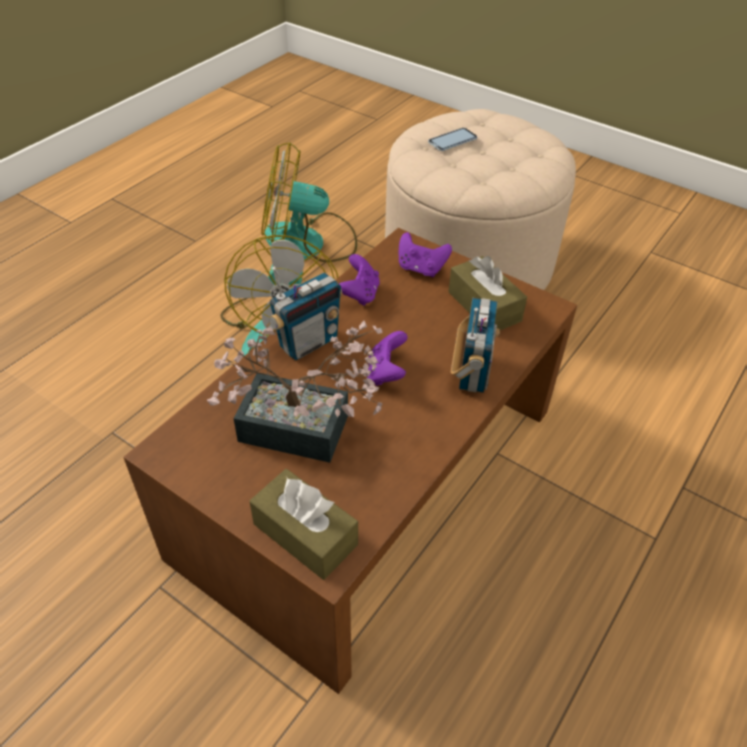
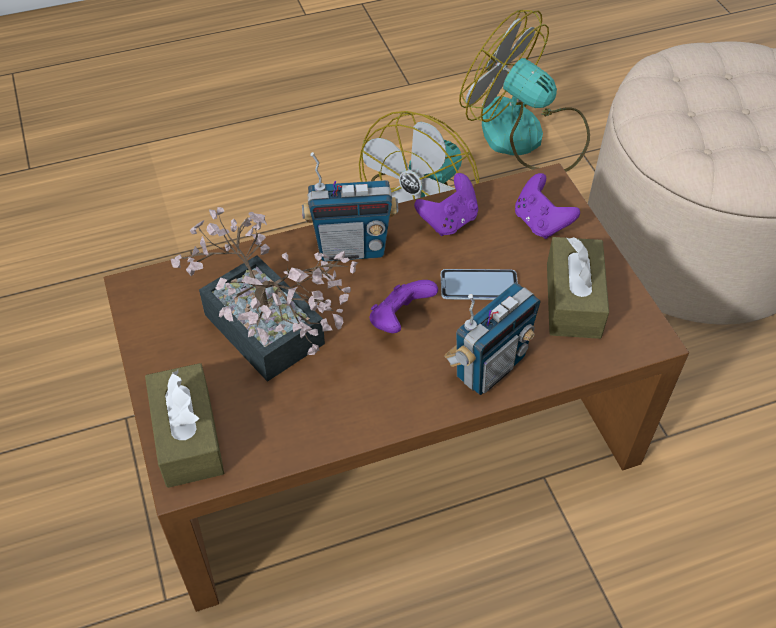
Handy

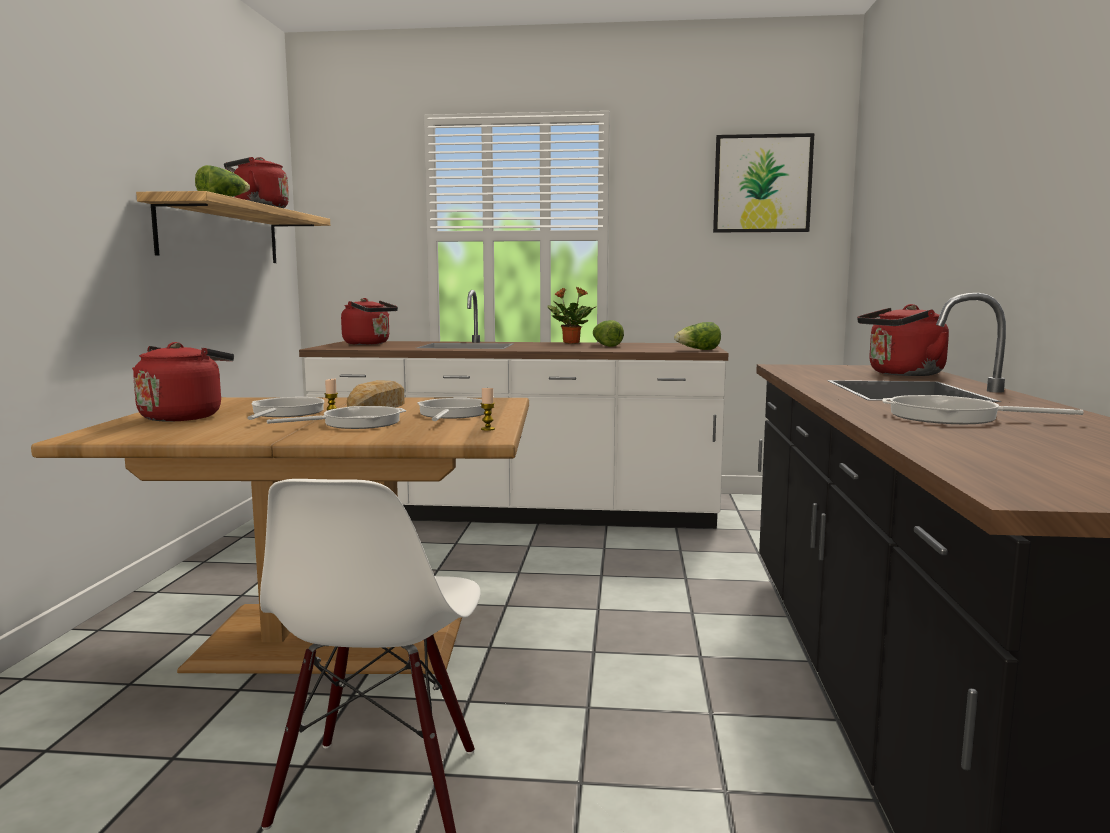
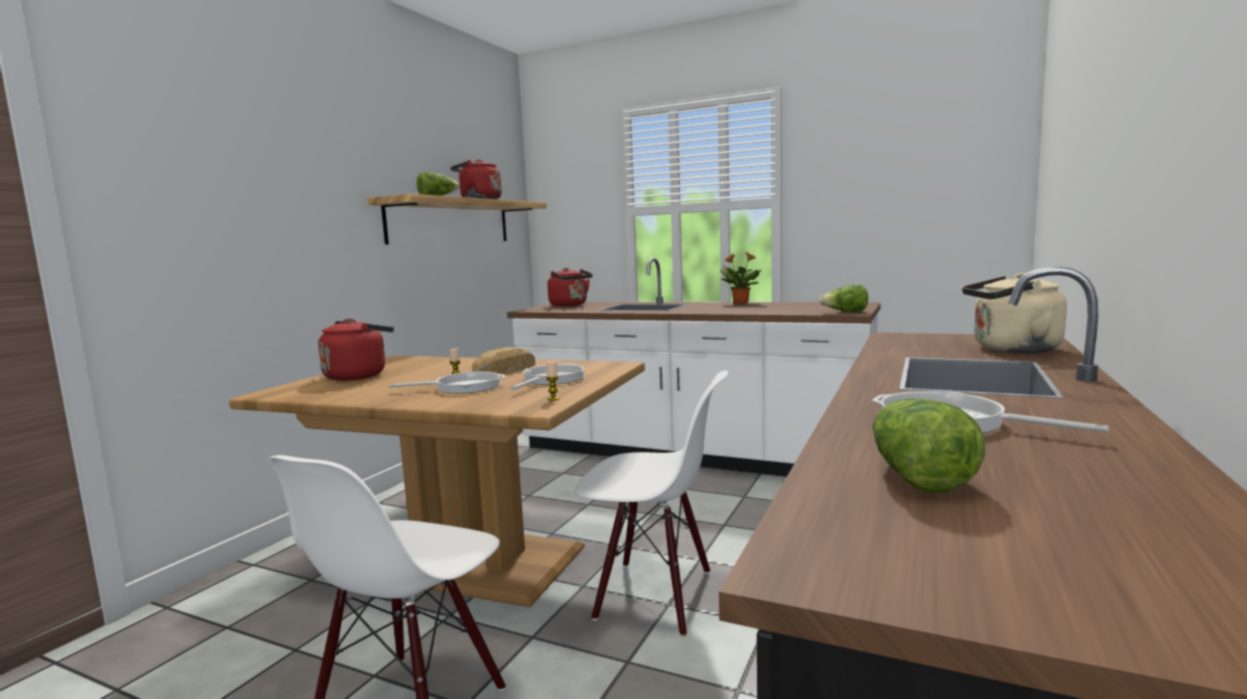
Pfanne (no. 1 from left in the first image)
Salatkopf (no. 3 from left)
Bild
Wasserkessel (beige)
Stuhl (weiß) (no. 2 from left)

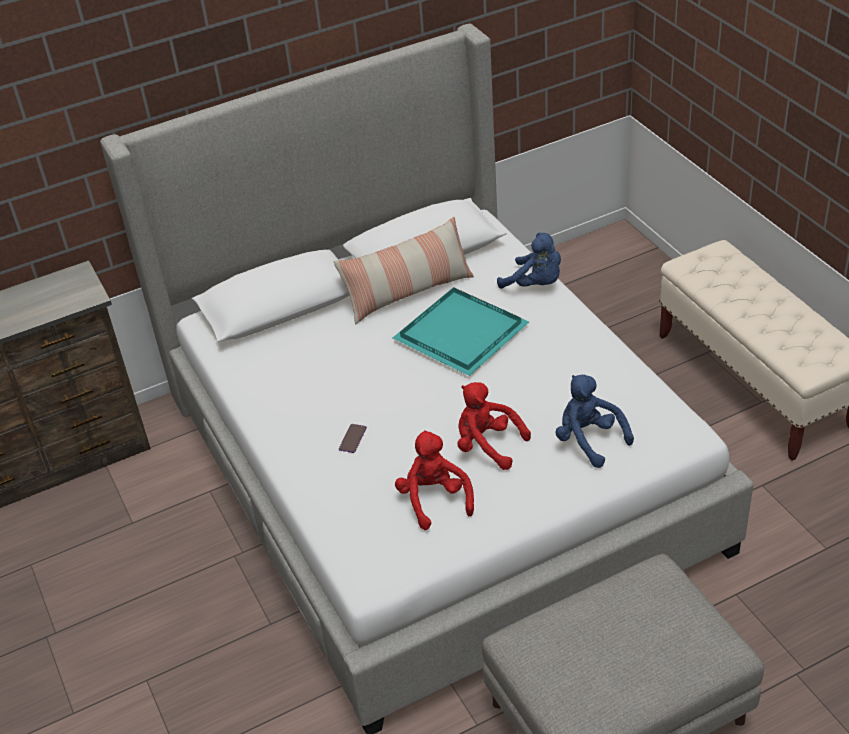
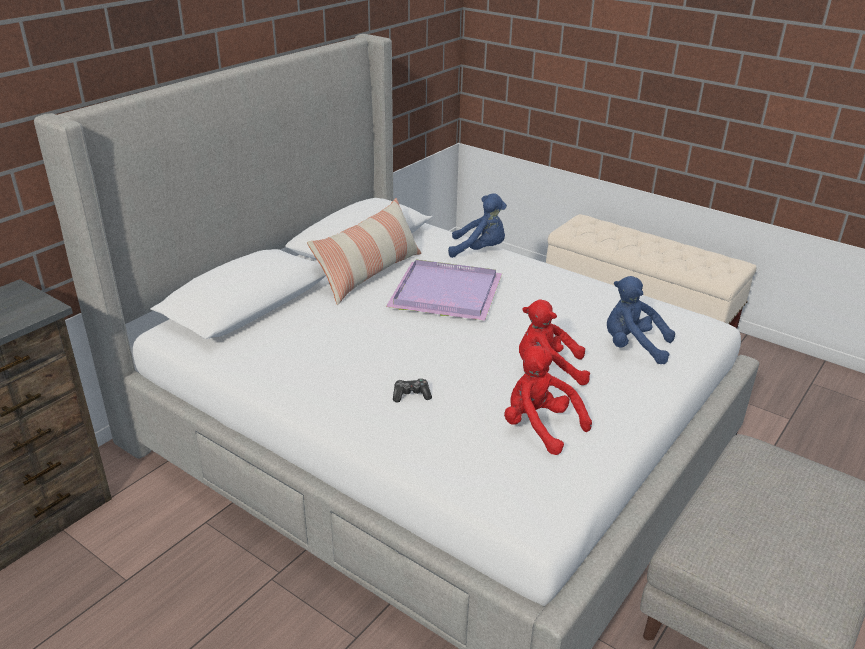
Gamepad
Tablett (lila)

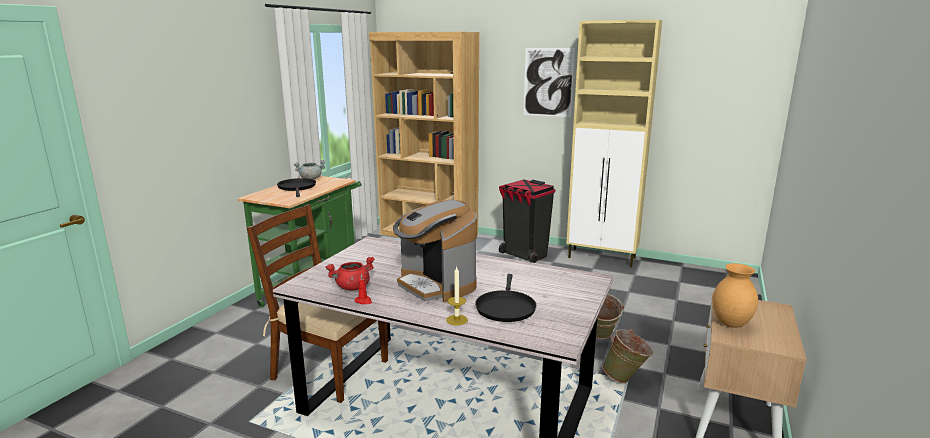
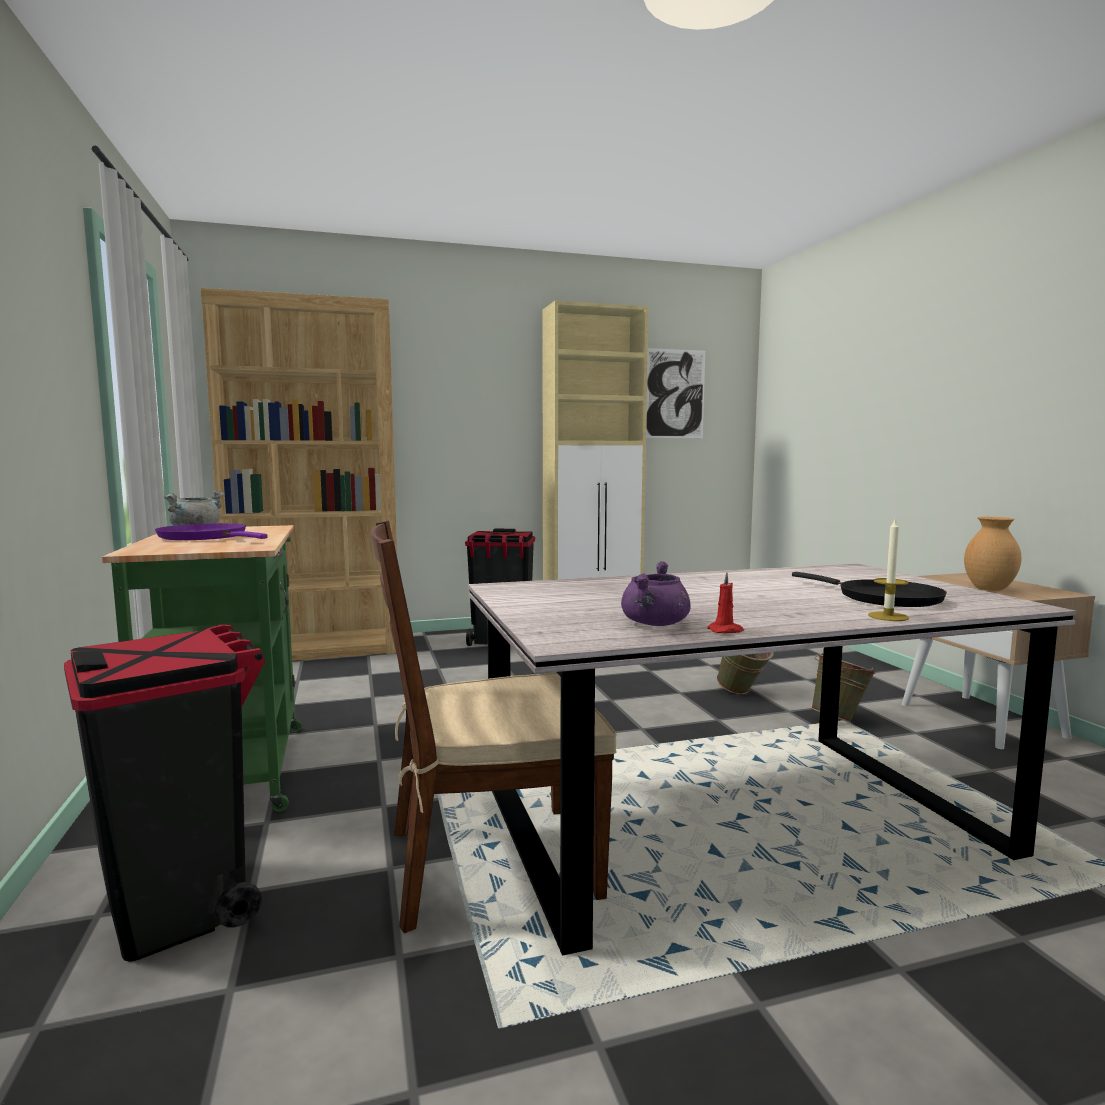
Pfanne (lila)
Kochtopf (lila)
Kaffeemaschine
Bild
Mülleimer (schwarz) (no. 1 from left)

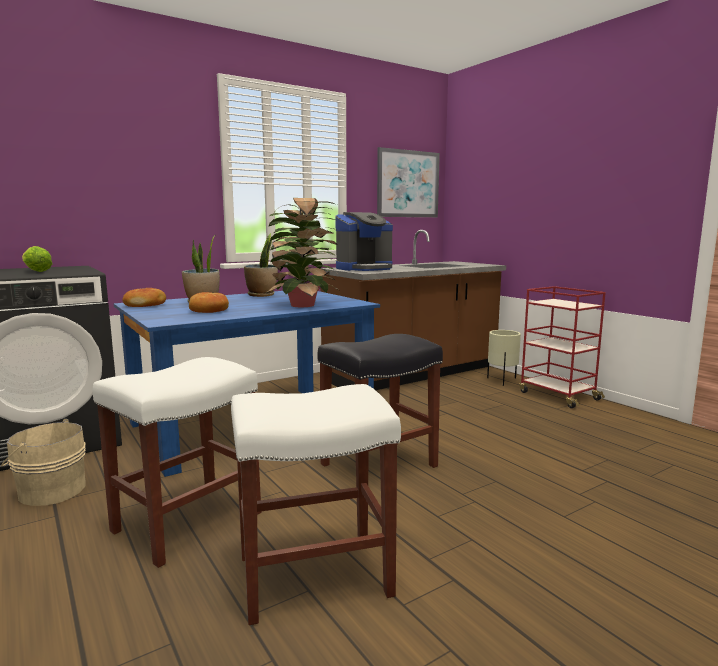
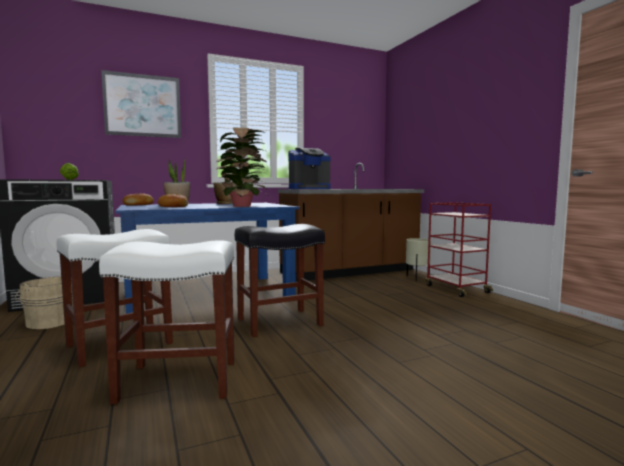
Bild

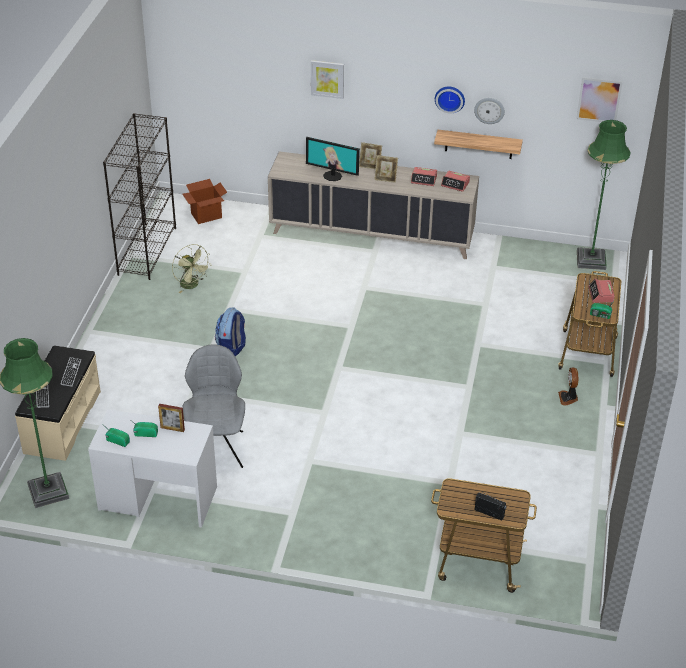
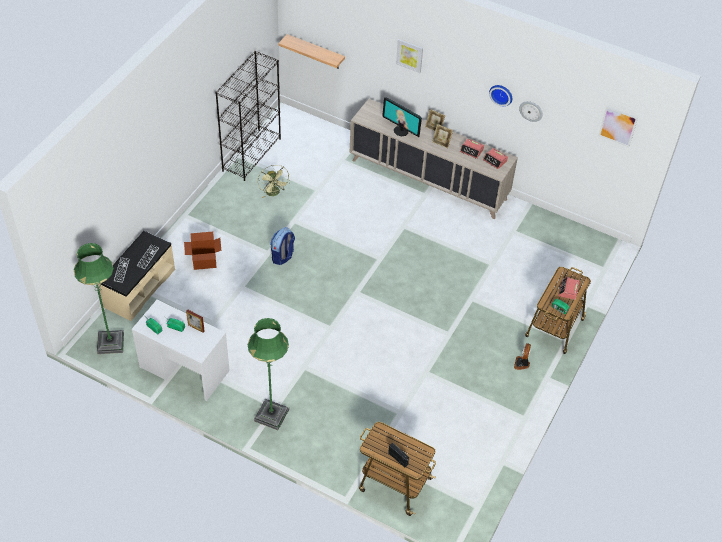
Karton
Stuhl (grau)
Wandregal
Stehlampe (grün) (no. 2 from left)

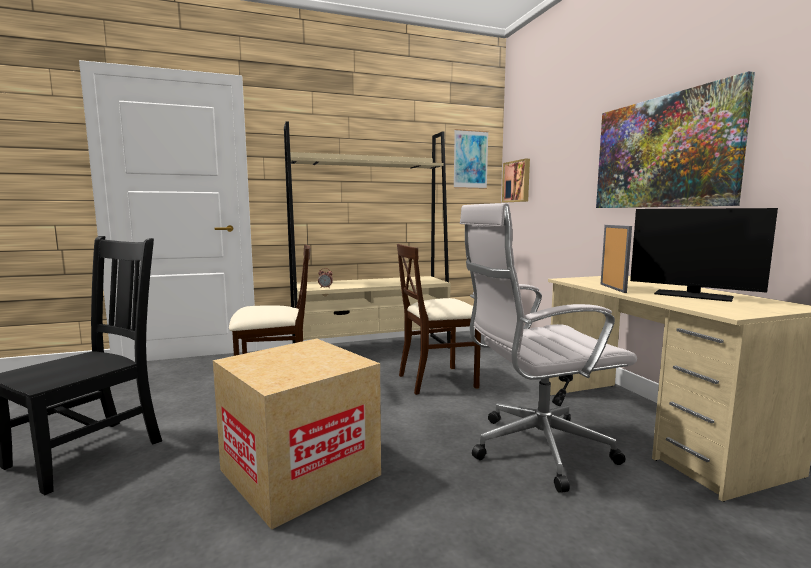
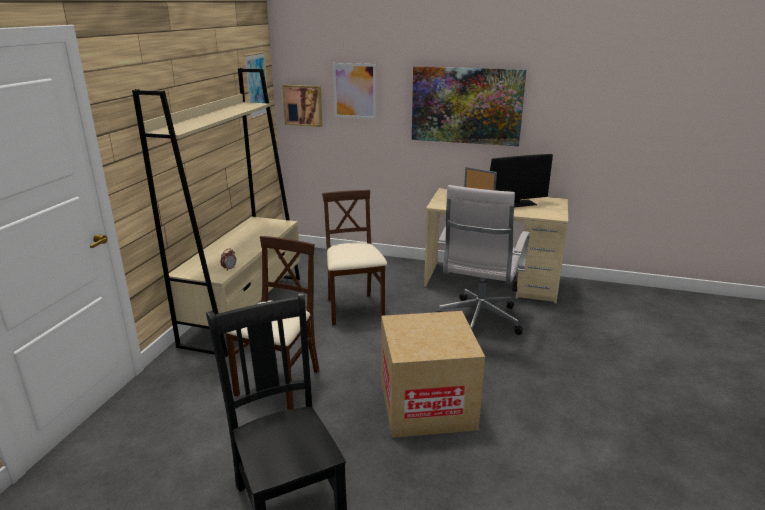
Stuhl (beige) (no. 2 from left)
Bild (no. 3 from left)

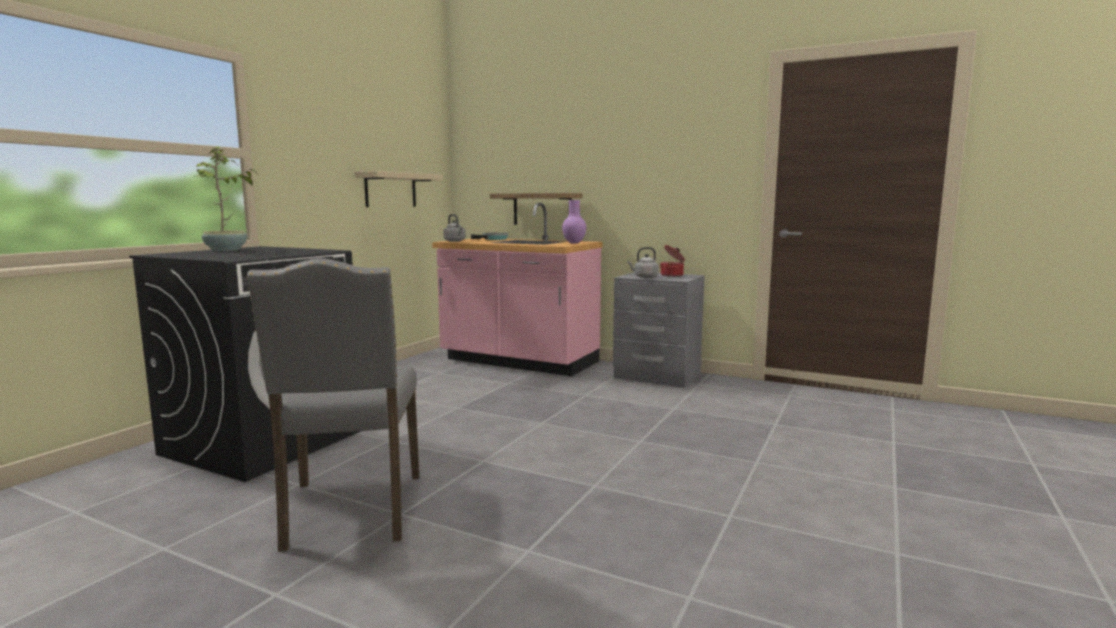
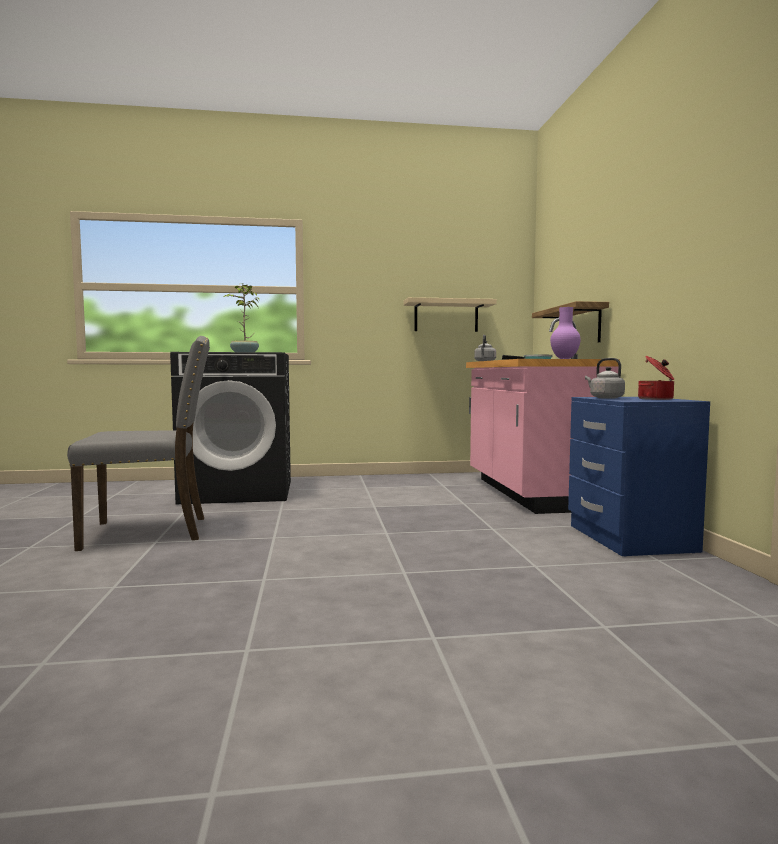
Stuhl (grau)
Nachttisch (blau)

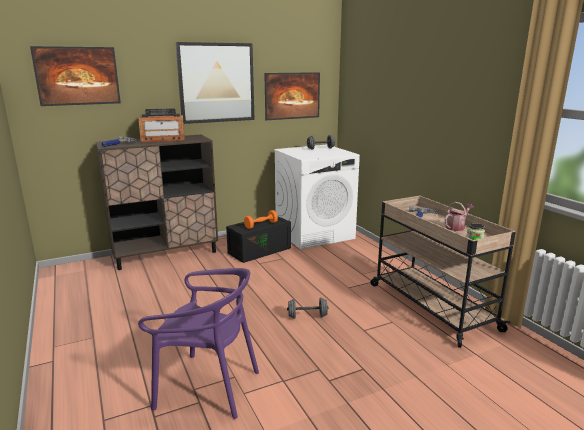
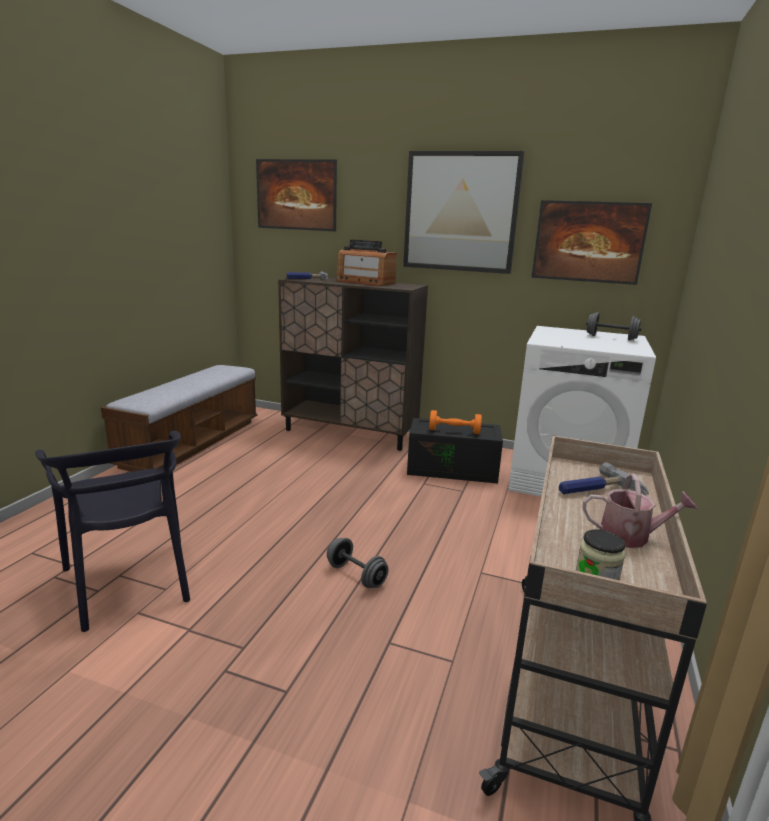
Stuhl (schwarz)
Bank

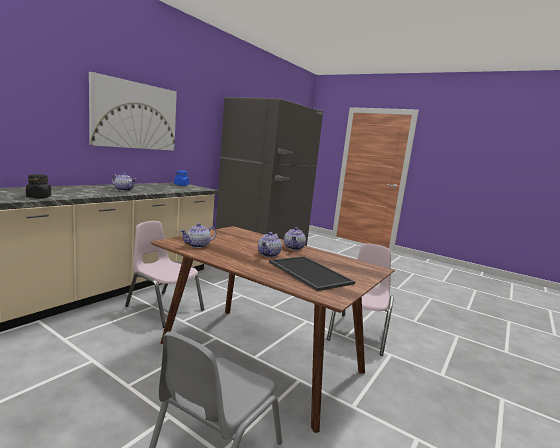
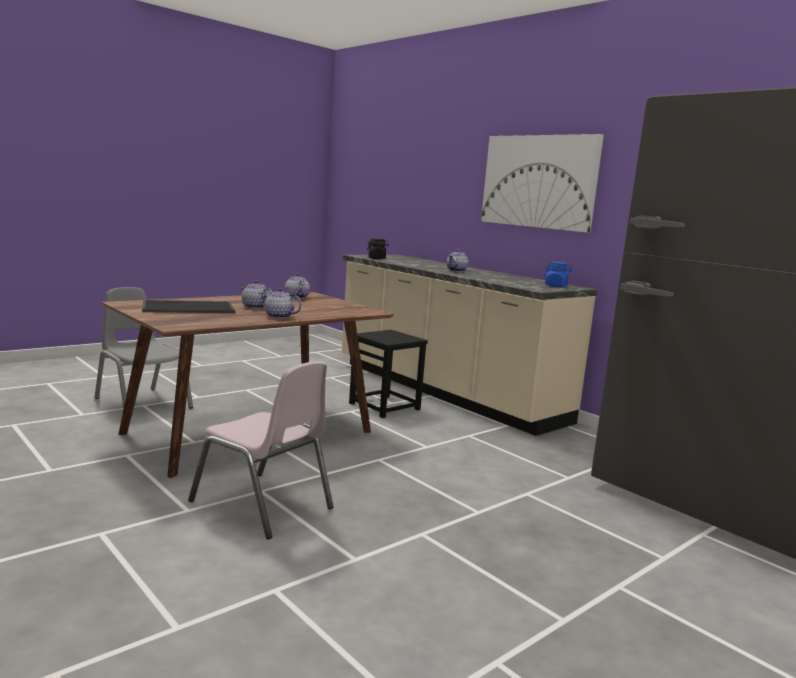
Hocker (schwarz)

